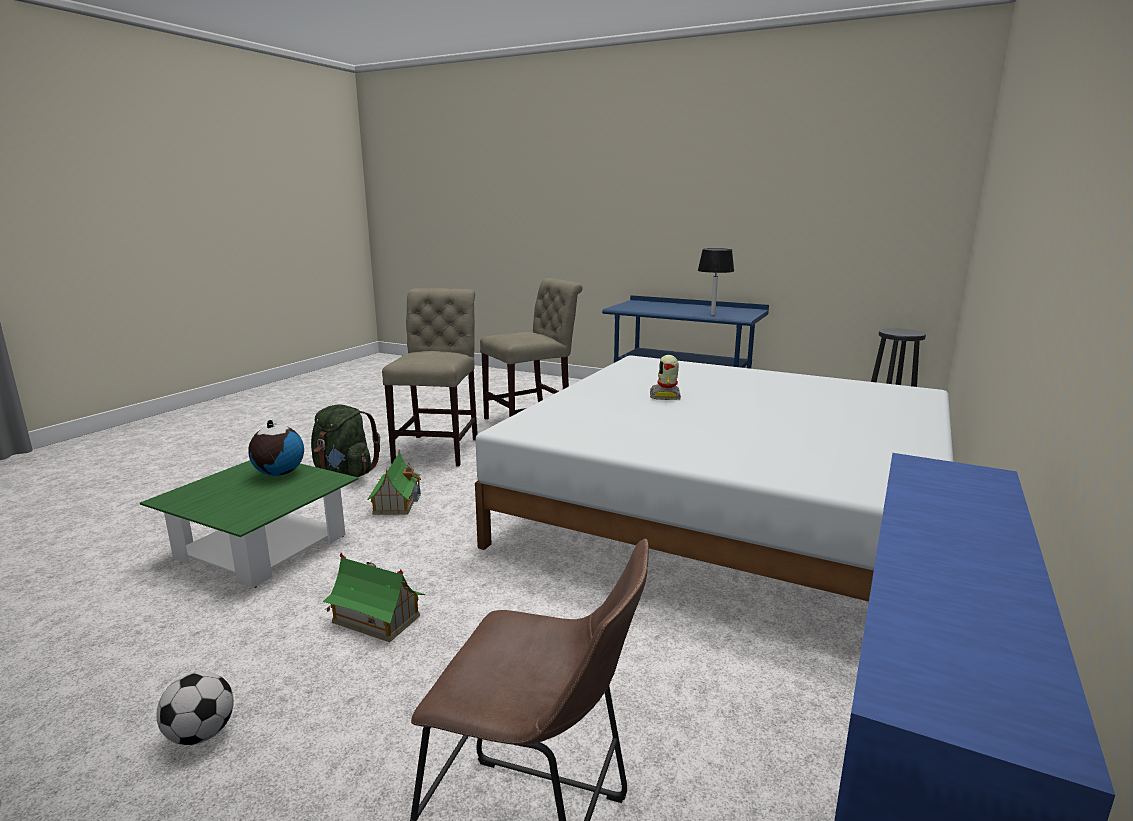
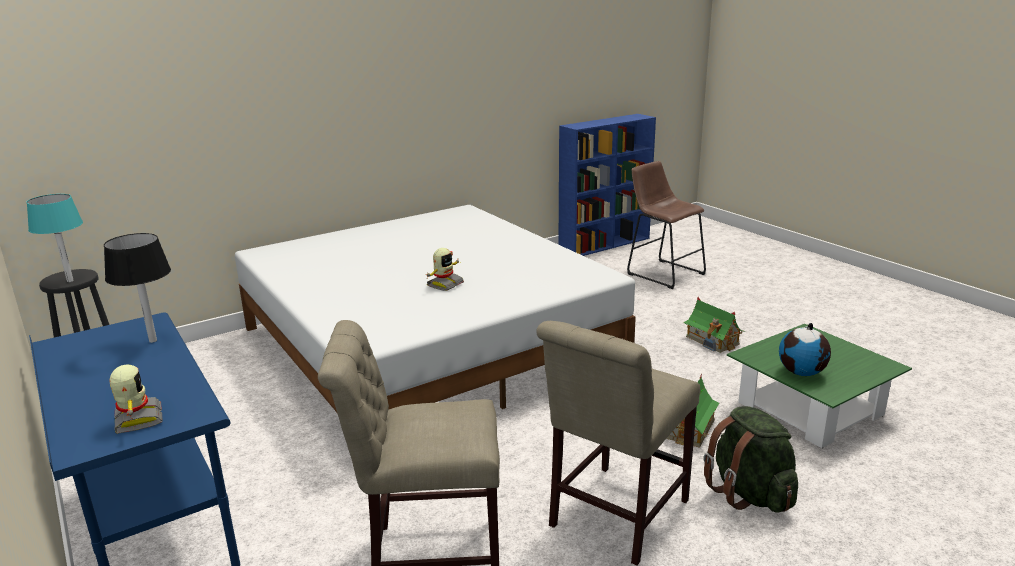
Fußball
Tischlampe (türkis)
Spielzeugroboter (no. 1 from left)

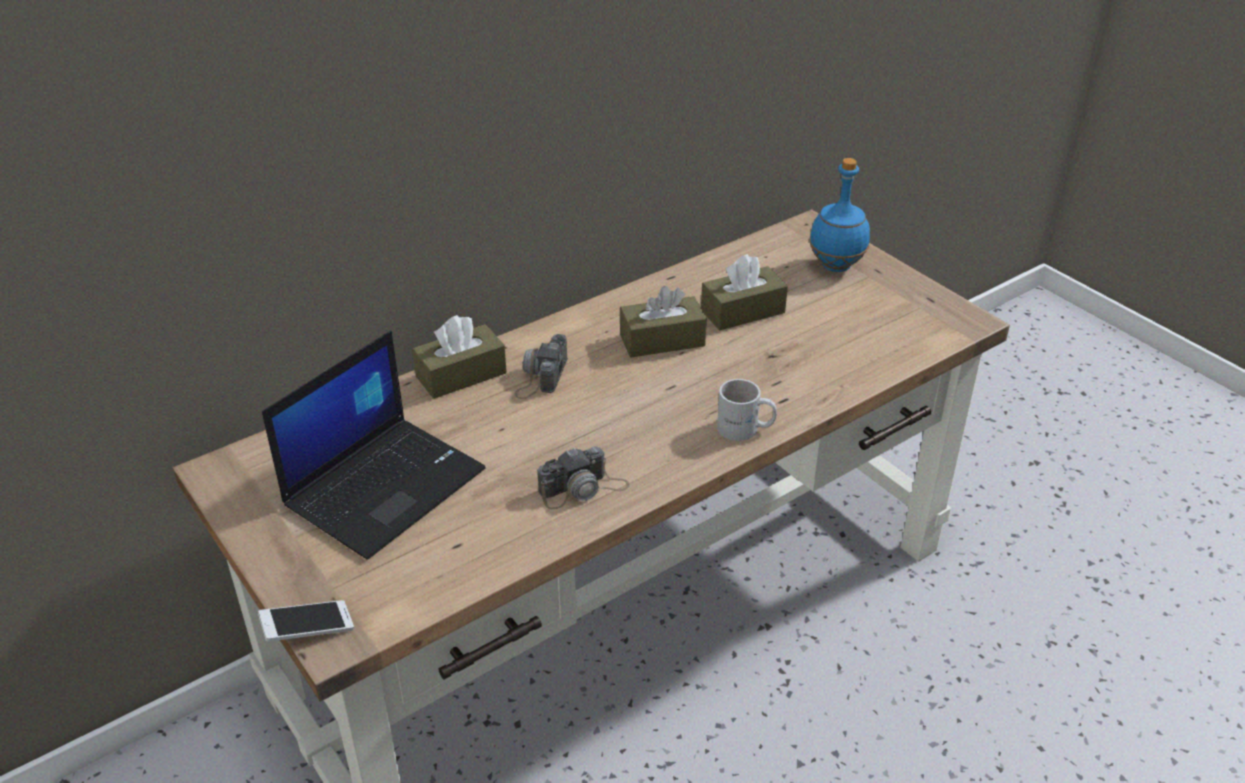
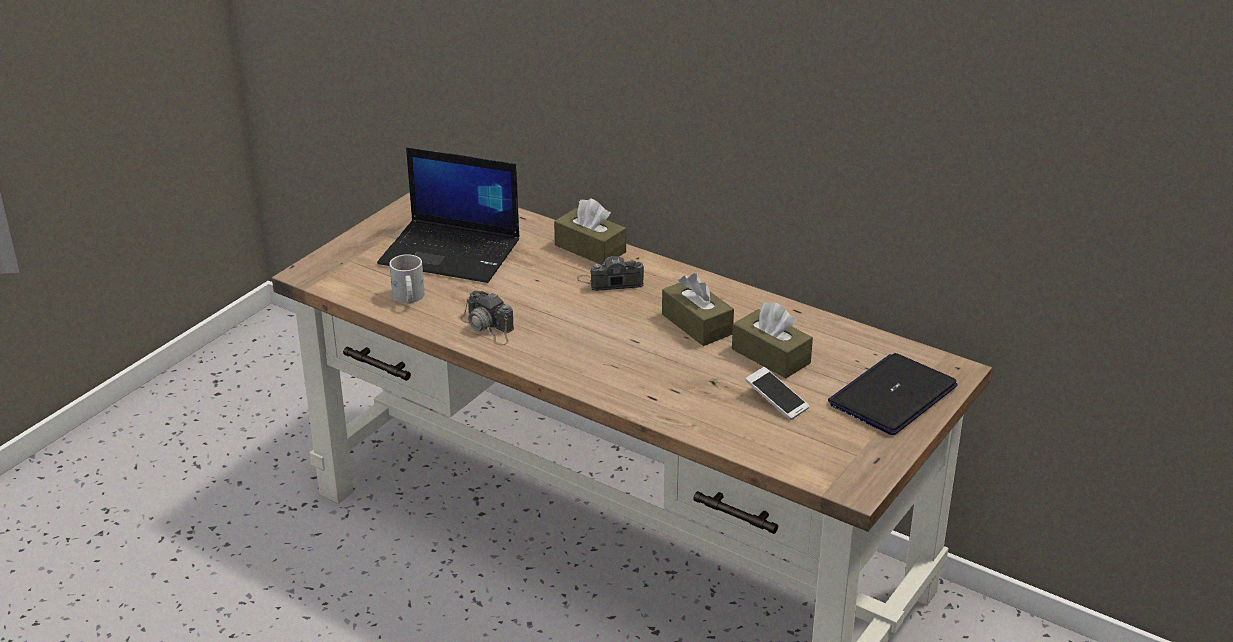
Handy
Henkelbecher (weiß)
Laptop (no. 2 from left)

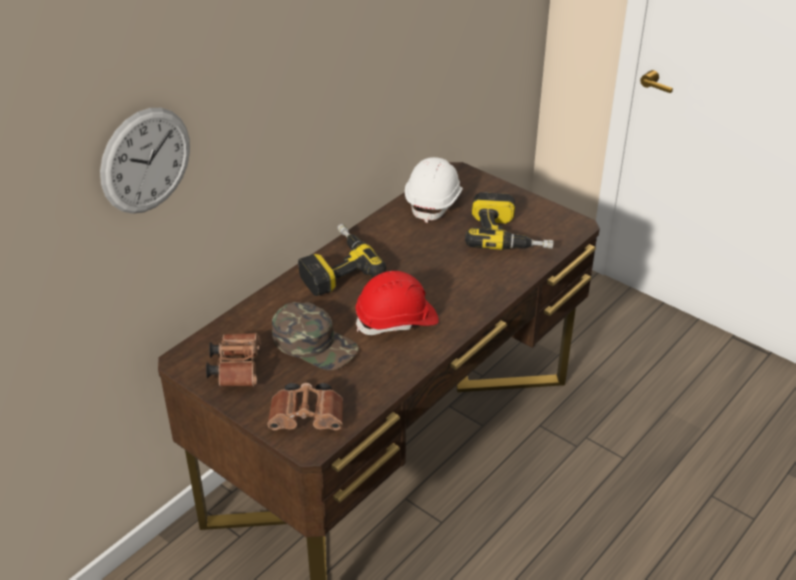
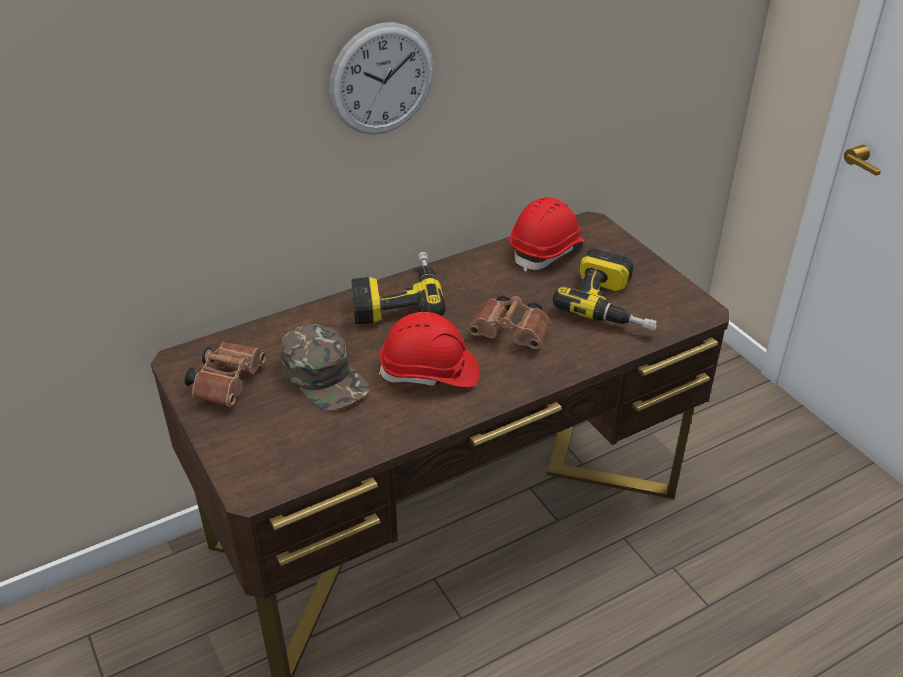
Wanduhr
Fernglas (braun) (no. 2 from left)
Schutzhelm (rot) (no. 2 from left)

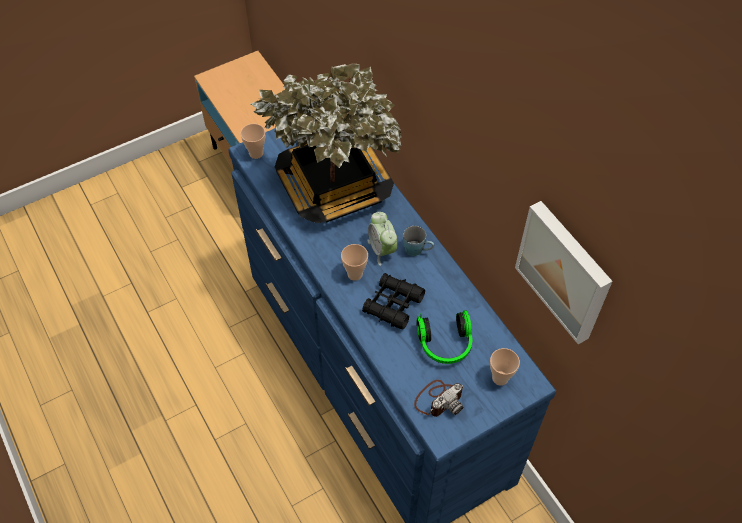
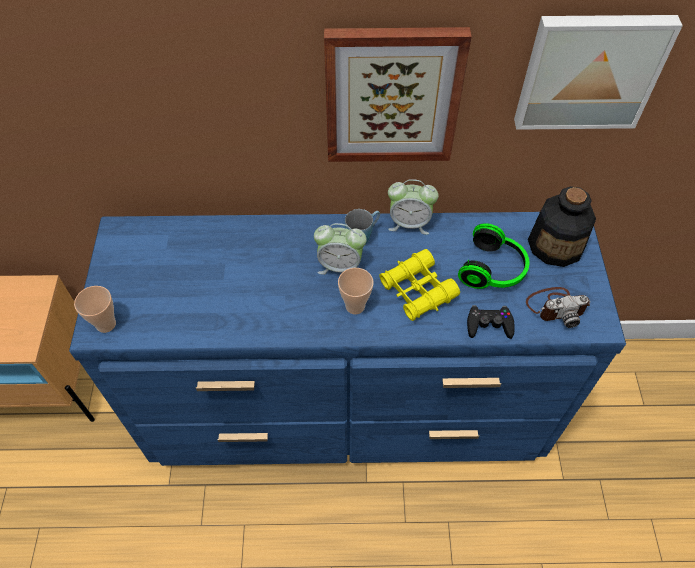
Topfpflanze
Fernglas (gelb)
Kamera
Flasche
Bild (no. 1 from left)
Wecker (no. 2 from left)
Gamepad (schwarz)

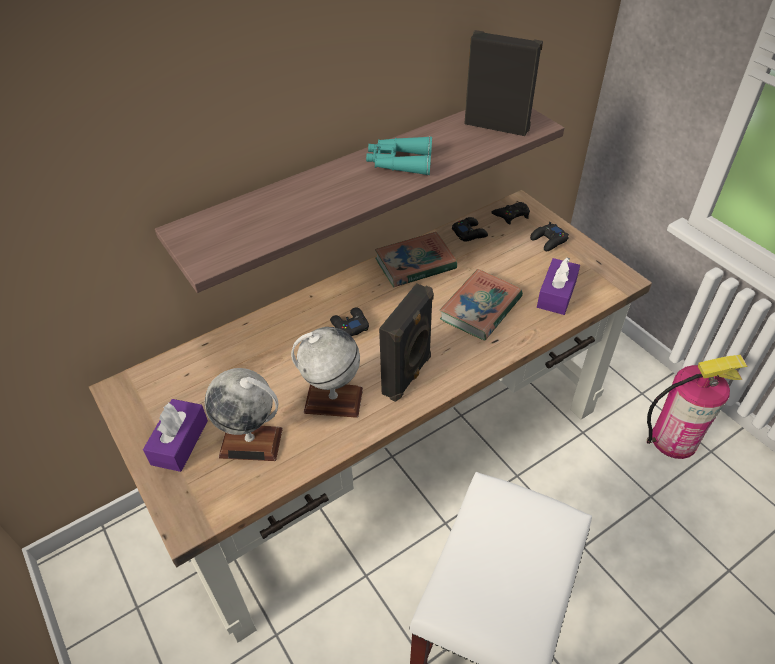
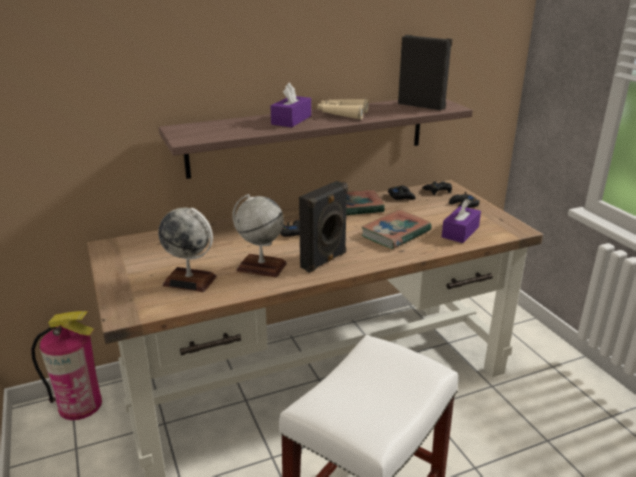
Taschentuchbox (lila) (no. 1 from left)
Fernglas (beige)
Feuerlöscher

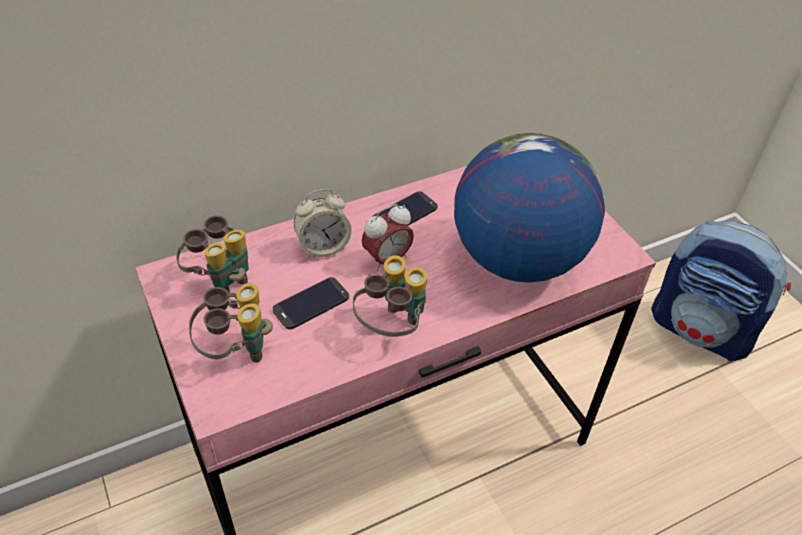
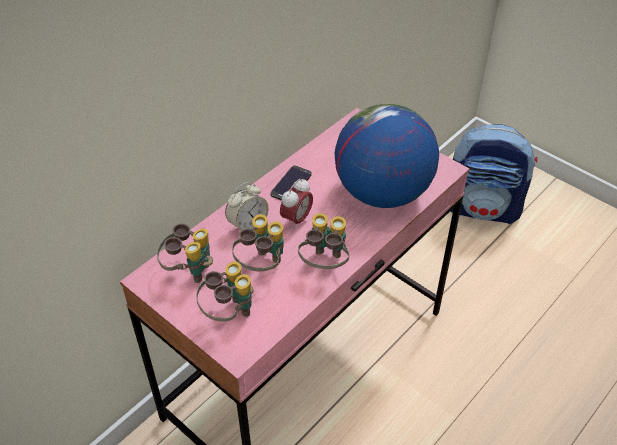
Fernglas (no. 3 from left)

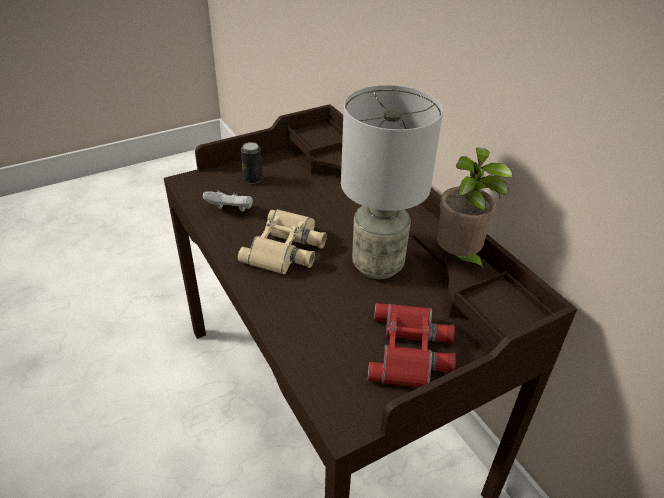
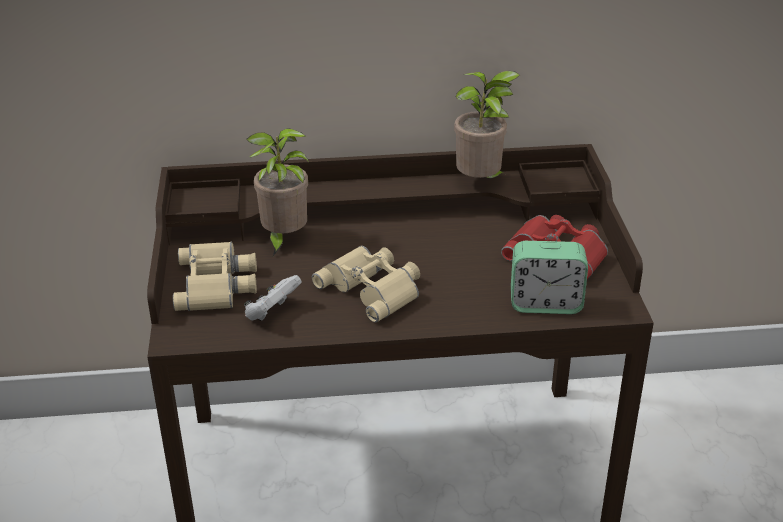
Fernglas (beige) (no. 1 from left)
Tischlampe (grau)
Topfpflanze (no. 1 from left)
Wecker

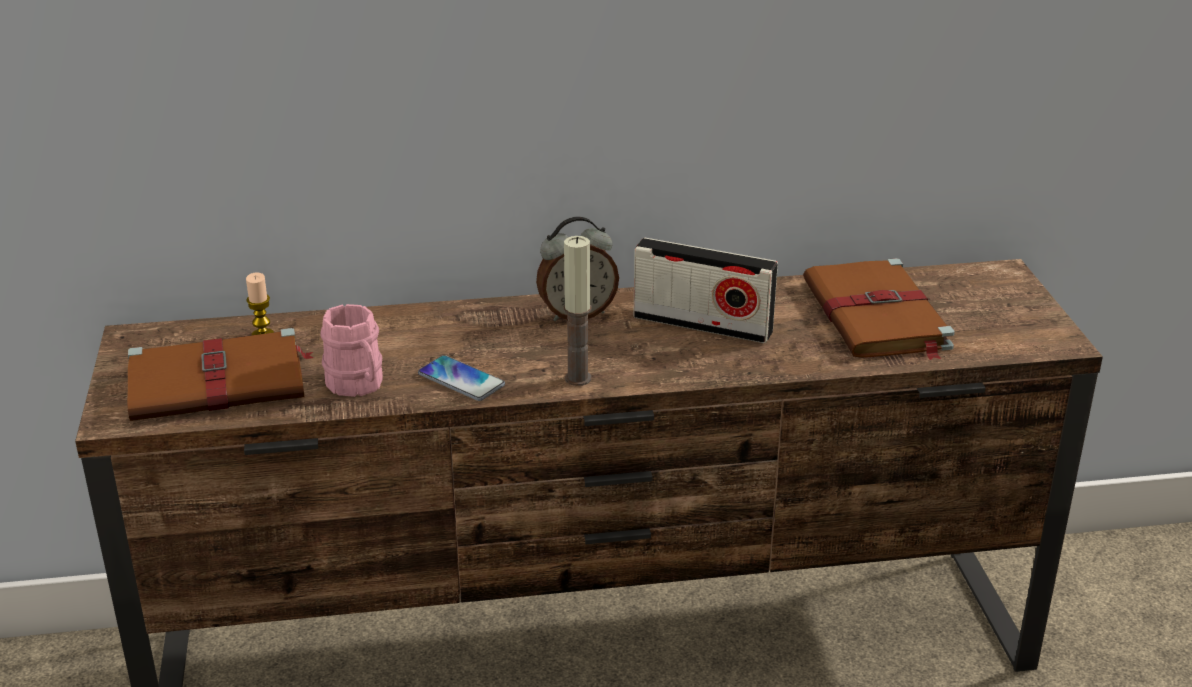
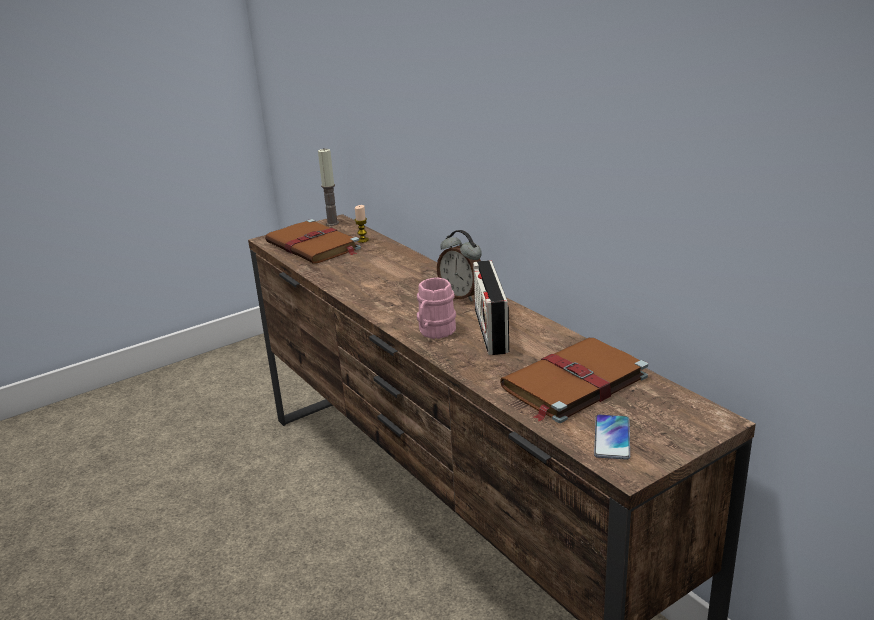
Henkelbecher (rosa)
Handy
Kerze (no. 1 from left)

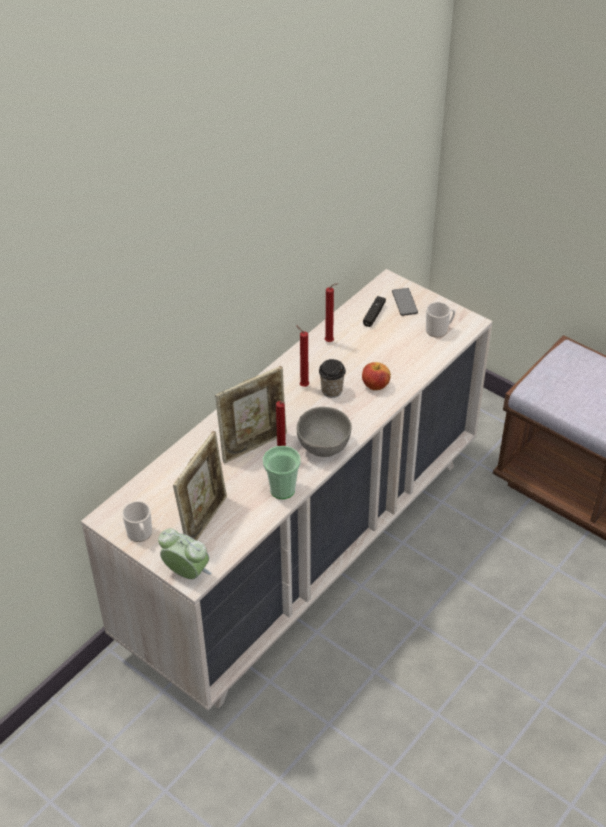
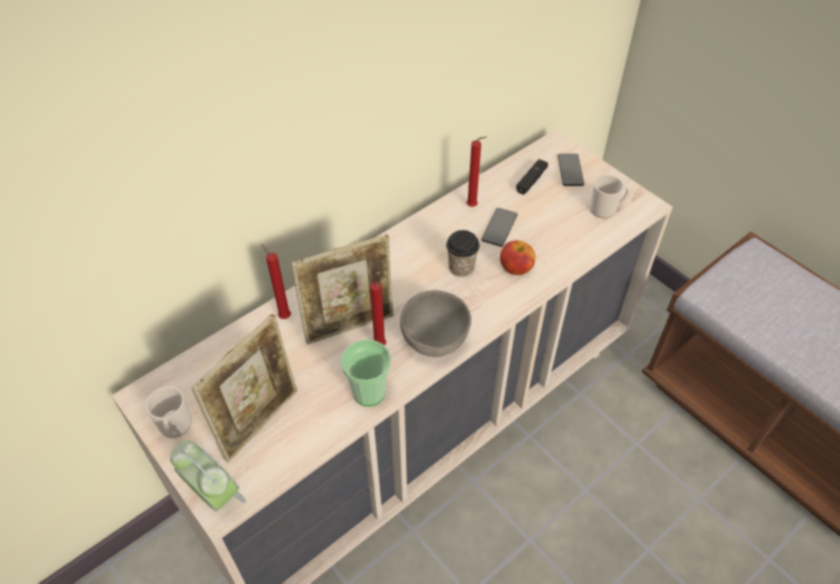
Kerze (rot) (no. 1 from left)
Handy (no. 1 from left)

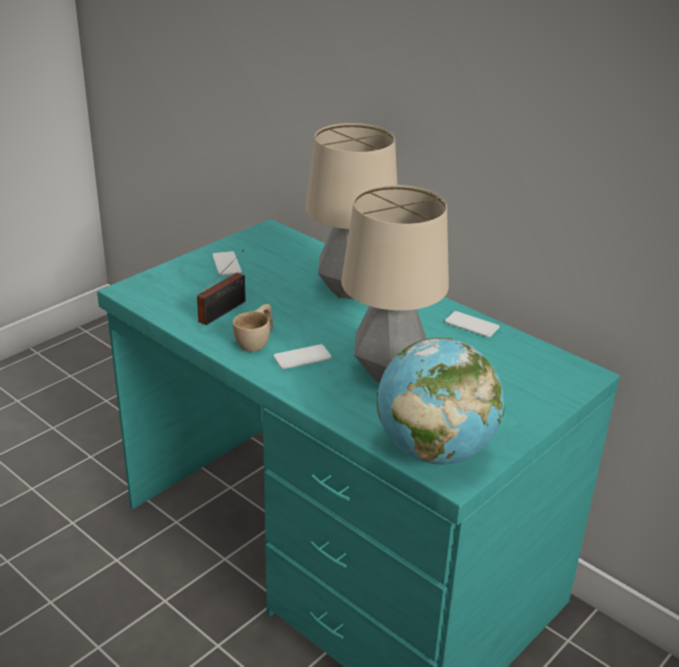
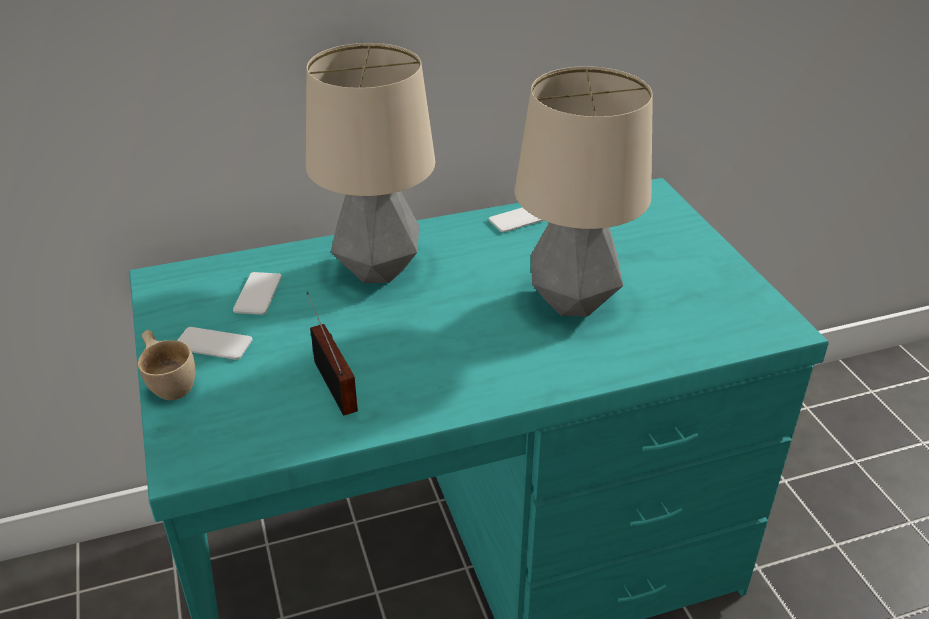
Tasse (beige)
Handy (no. 2 from left)
Globus

